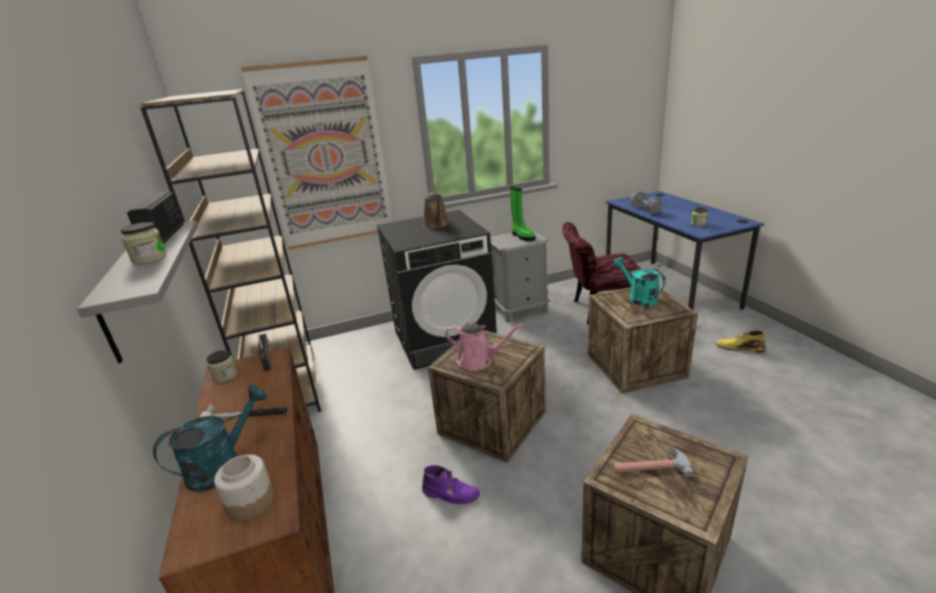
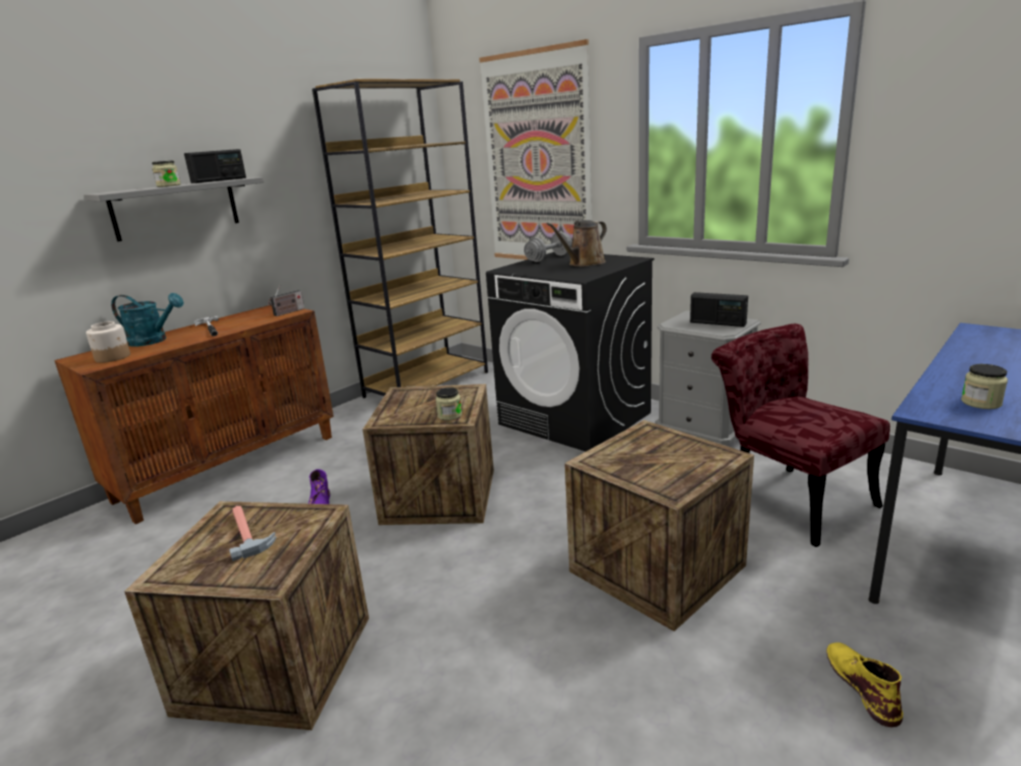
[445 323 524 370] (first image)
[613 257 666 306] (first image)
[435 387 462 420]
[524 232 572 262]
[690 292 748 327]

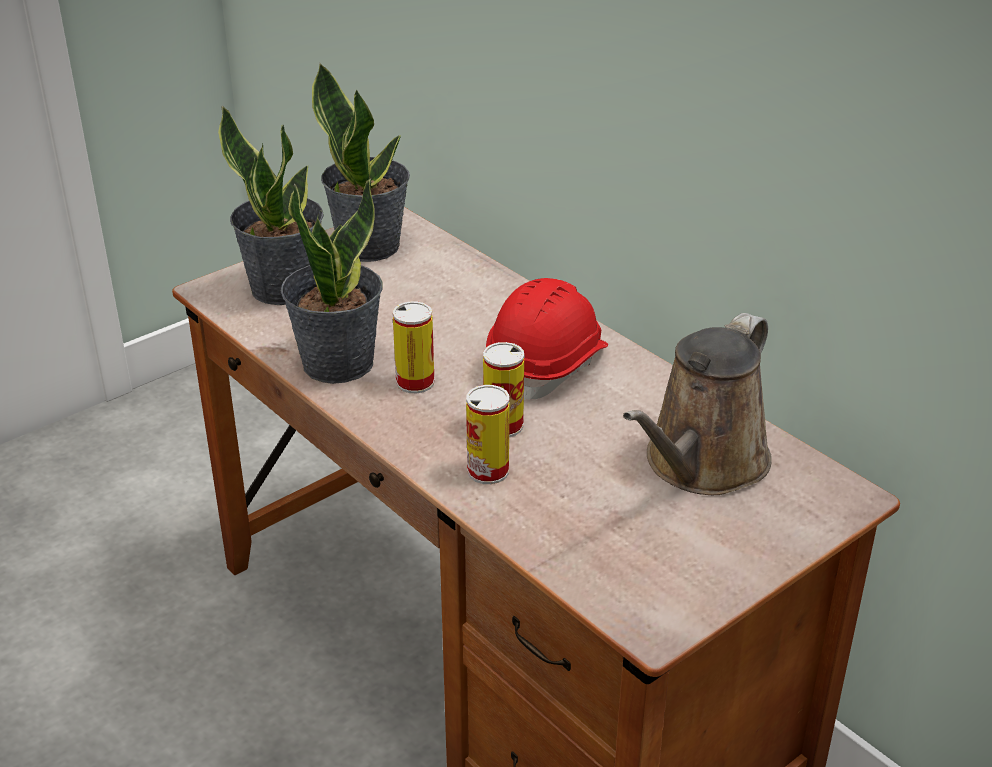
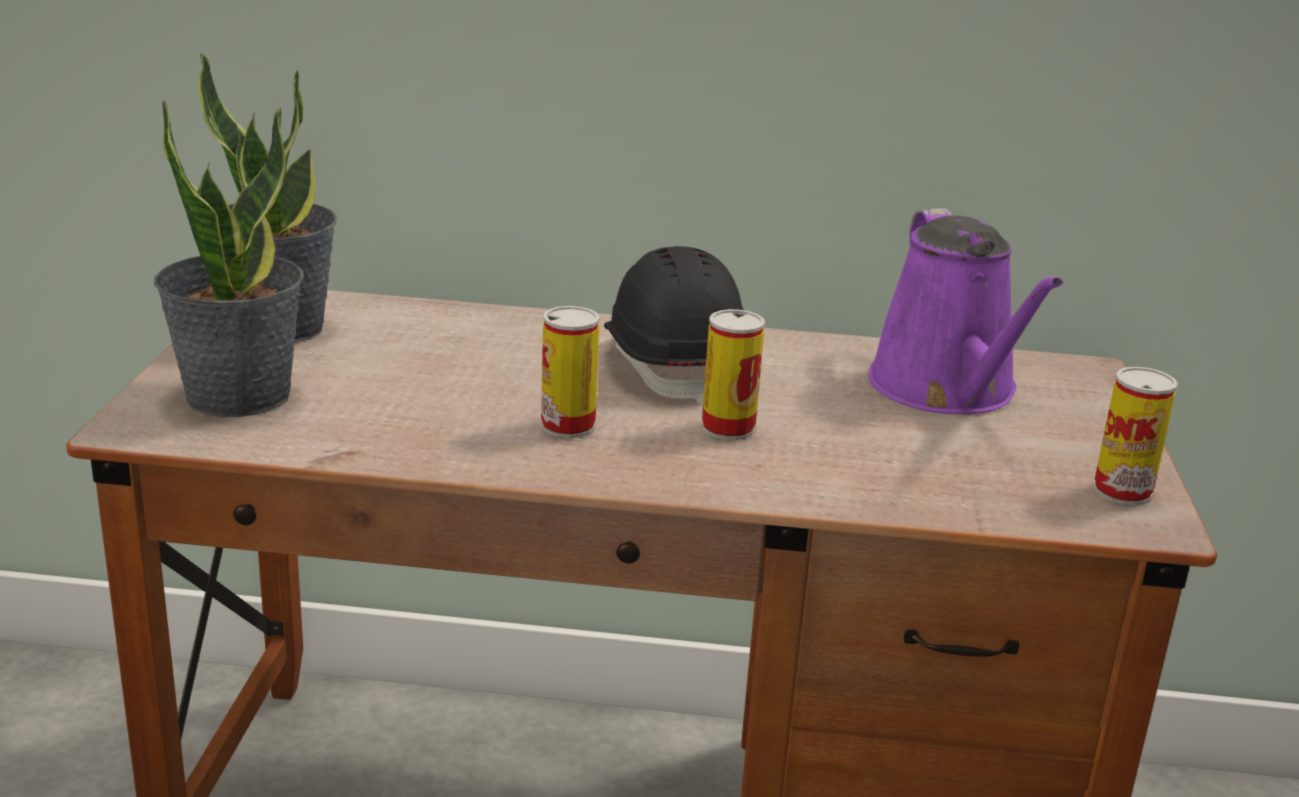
[281 179 382 384] (first image)
[1093 367 1178 506]
[604 246 744 406]
[868 208 1064 414]

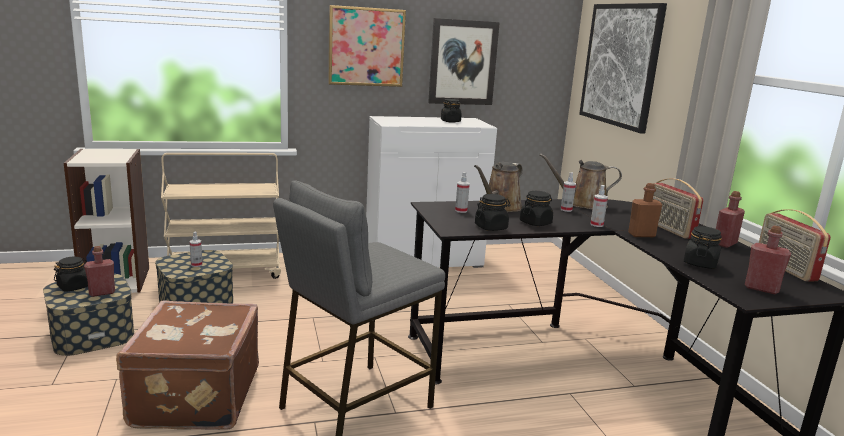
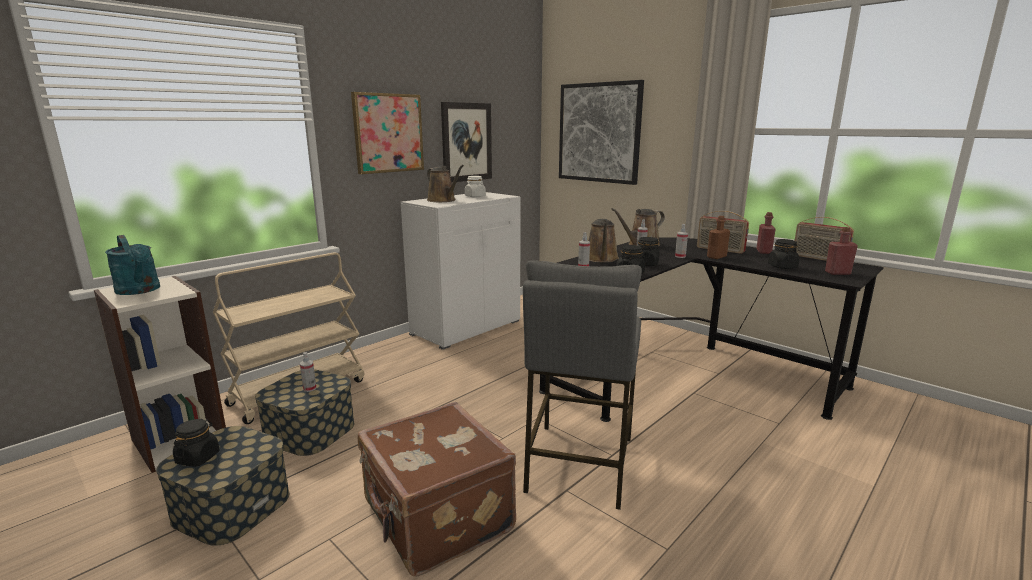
[84 246 115 297] (first image)
[105 235 160 295]
[427 165 464 202]
[465 176 486 197]

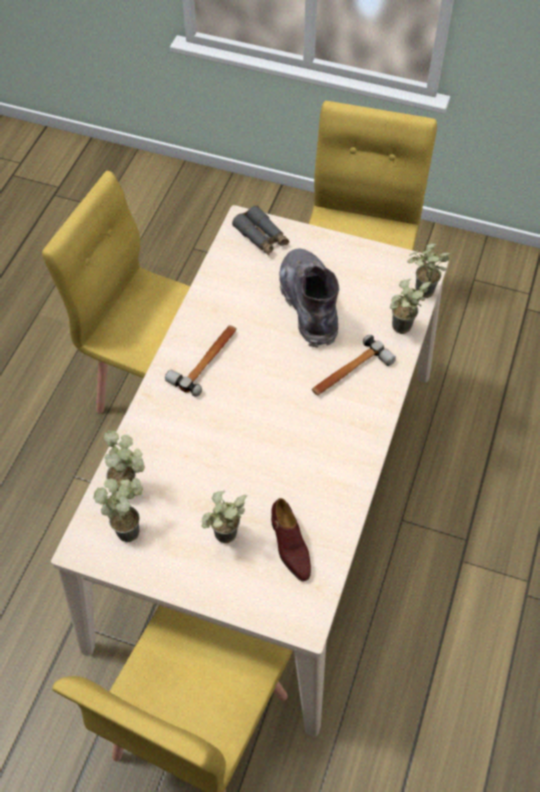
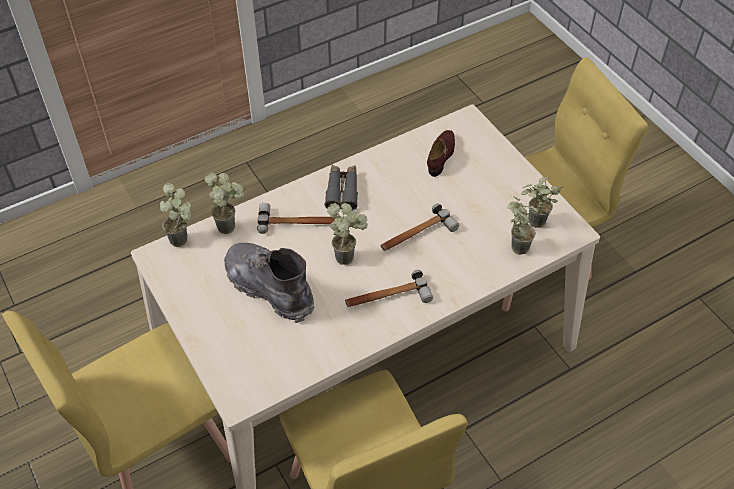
[380 204 459 251]
[327 203 368 265]
[325 165 358 211]
[224 243 314 323]

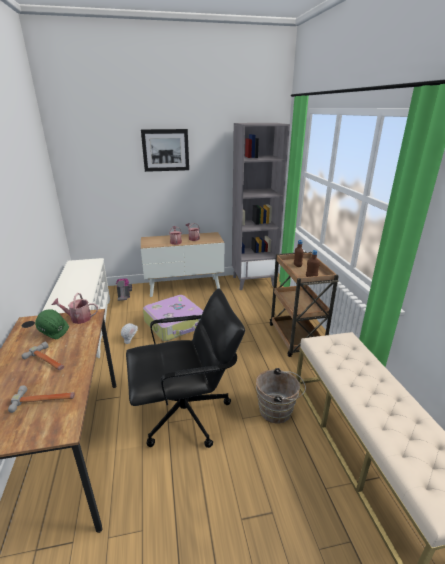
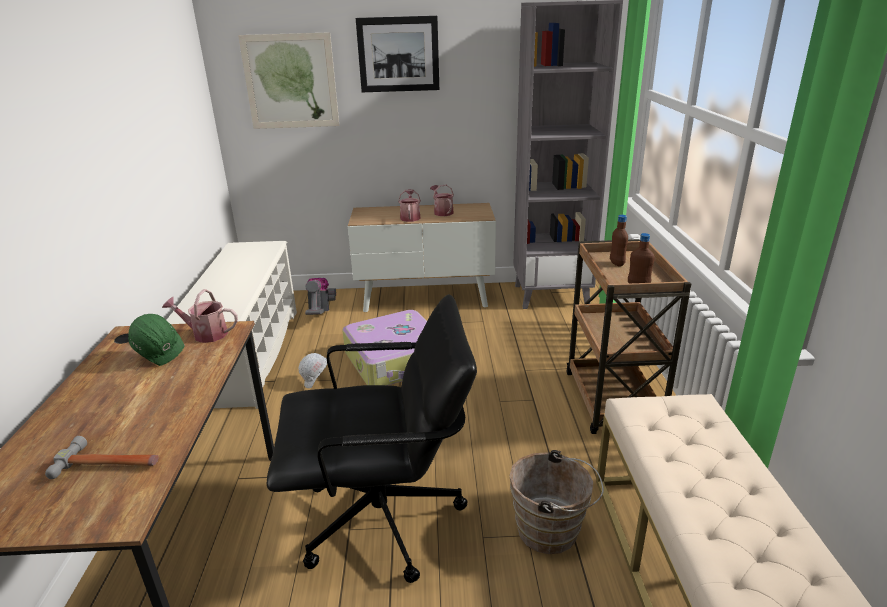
[22 342 65 370] (first image)
[238 32 339 129]

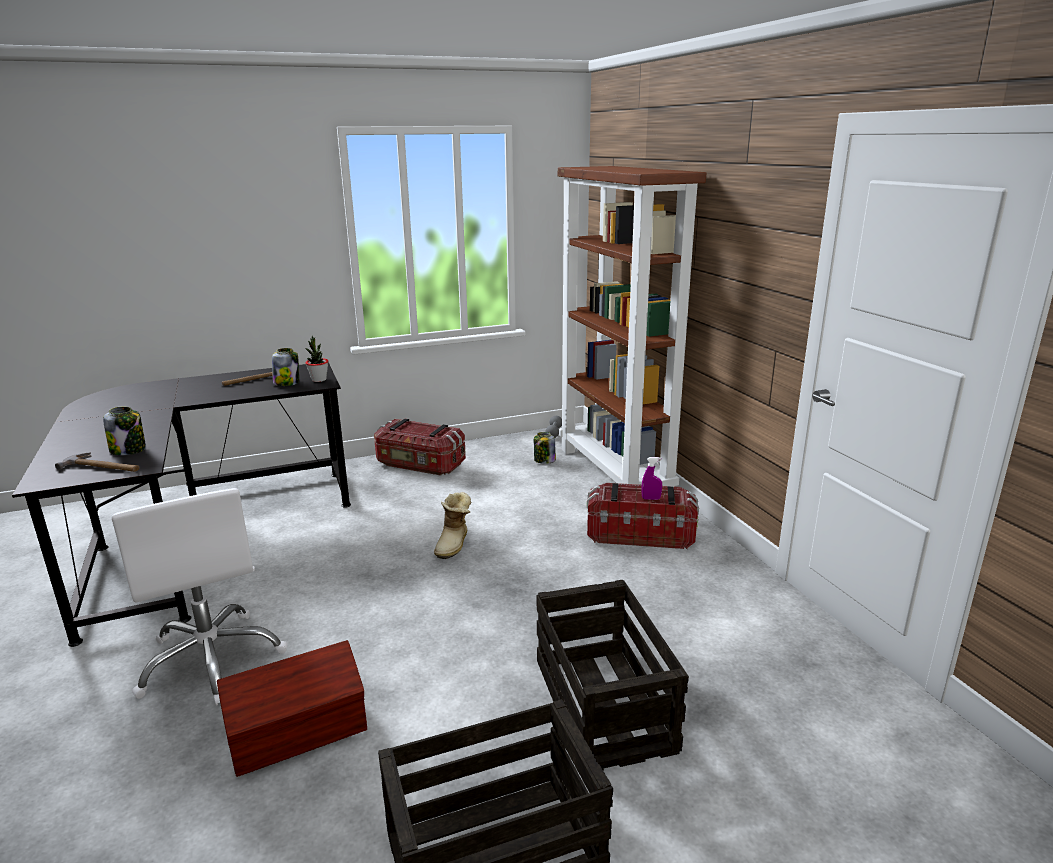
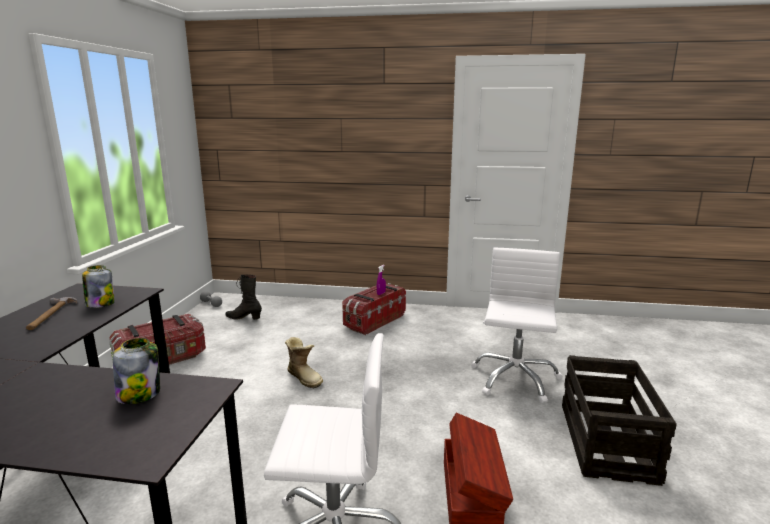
[55 452 140 472] (first image)
[305 336 328 382] (first image)
[558 166 706 487] (first image)
[225 275 262 320]
[471 248 563 403]

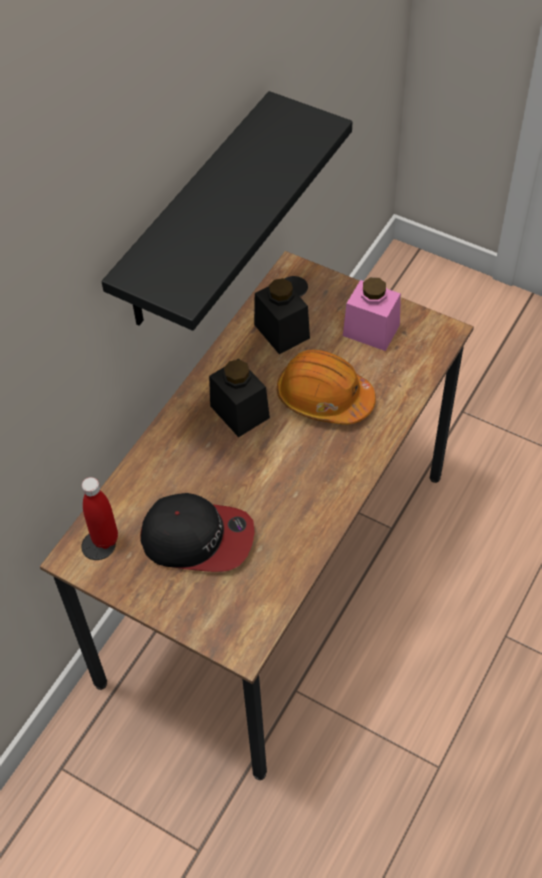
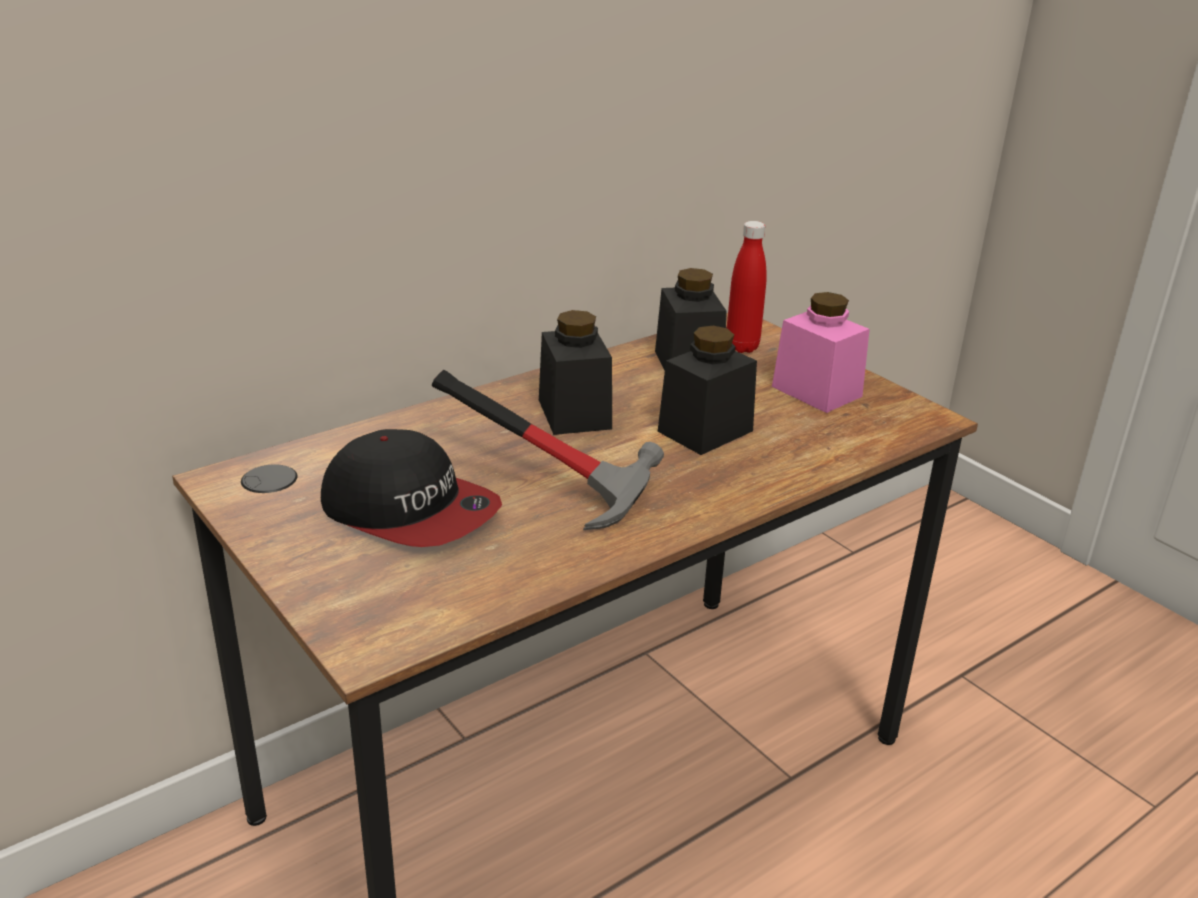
[101 91 352 331] (first image)
[432 370 664 530]
[727 221 767 353]
[658 326 757 455]

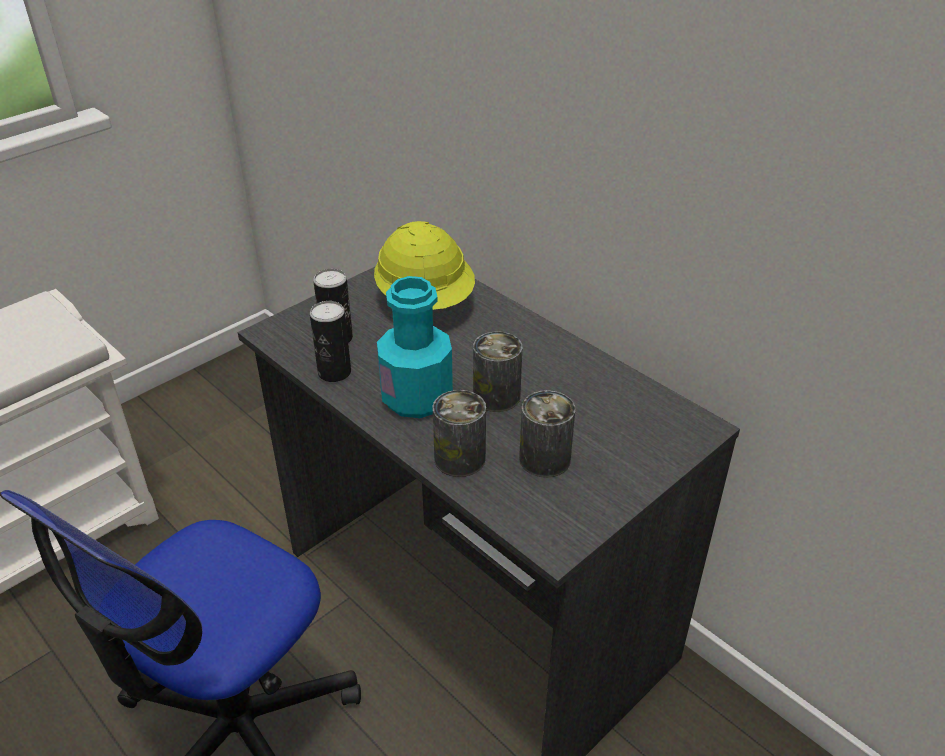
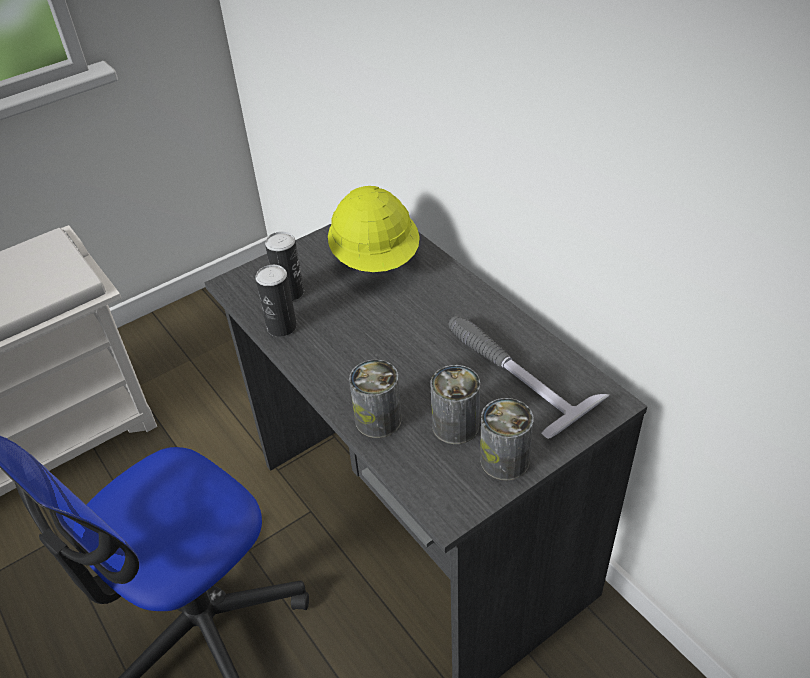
[377 276 453 418] (first image)
[449 316 610 439]
[480 398 533 480]

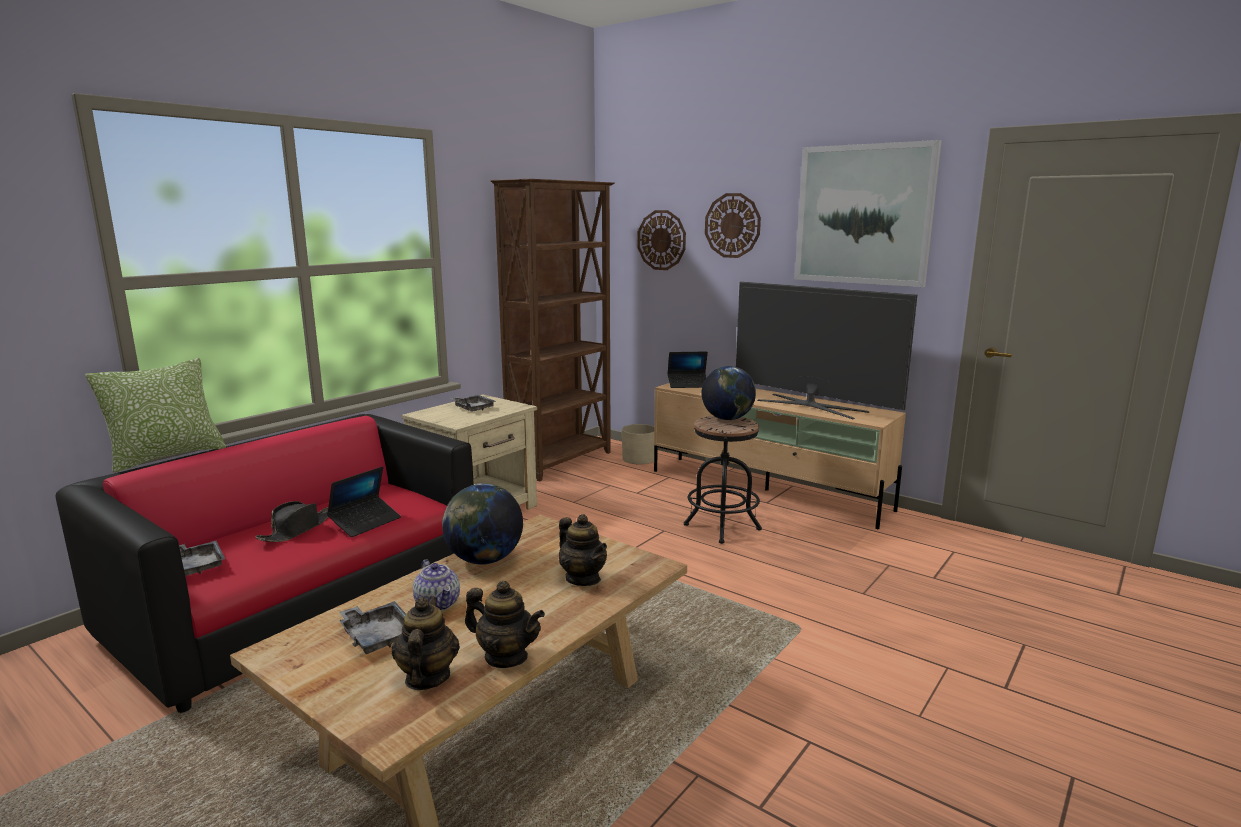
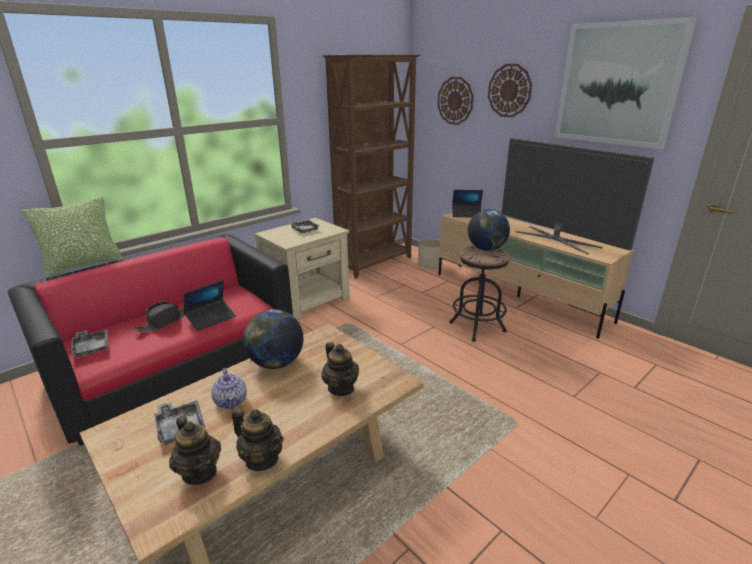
[169 416 221 485]

